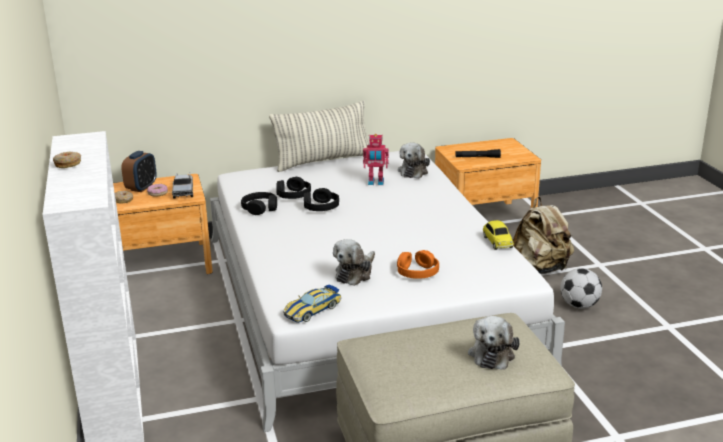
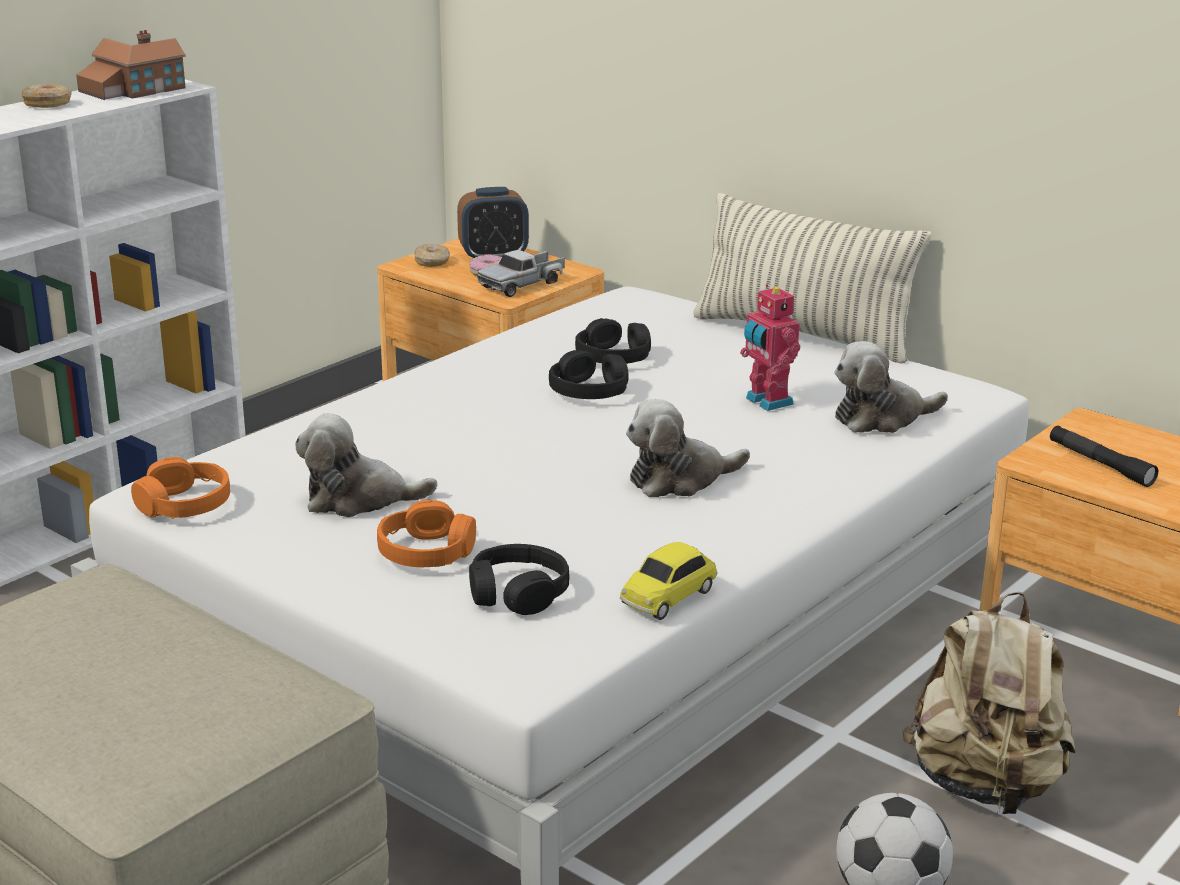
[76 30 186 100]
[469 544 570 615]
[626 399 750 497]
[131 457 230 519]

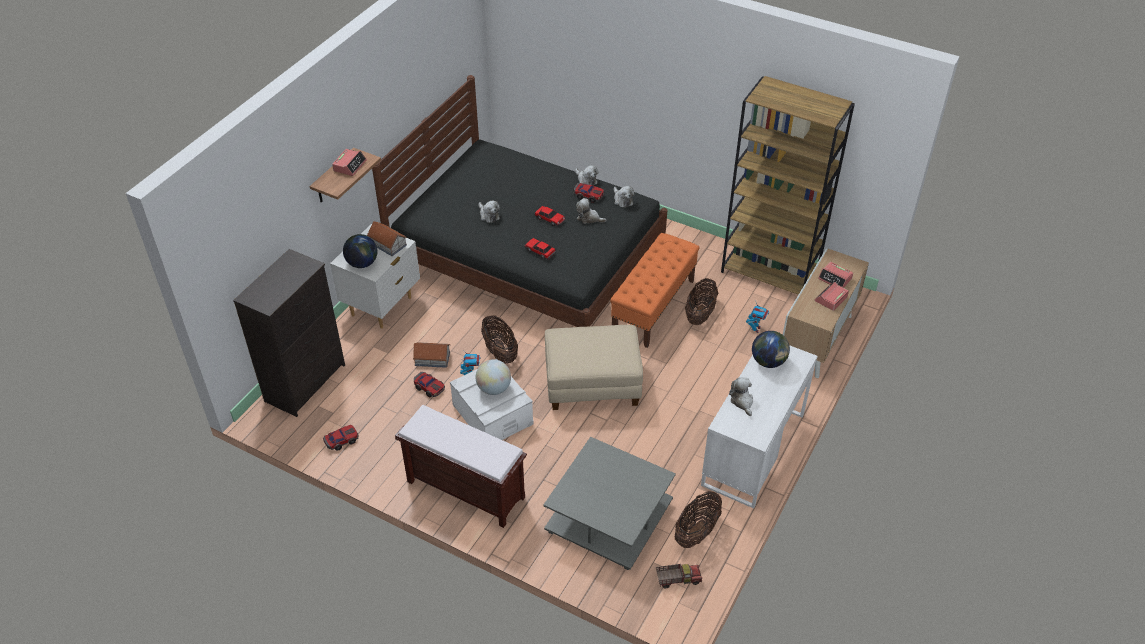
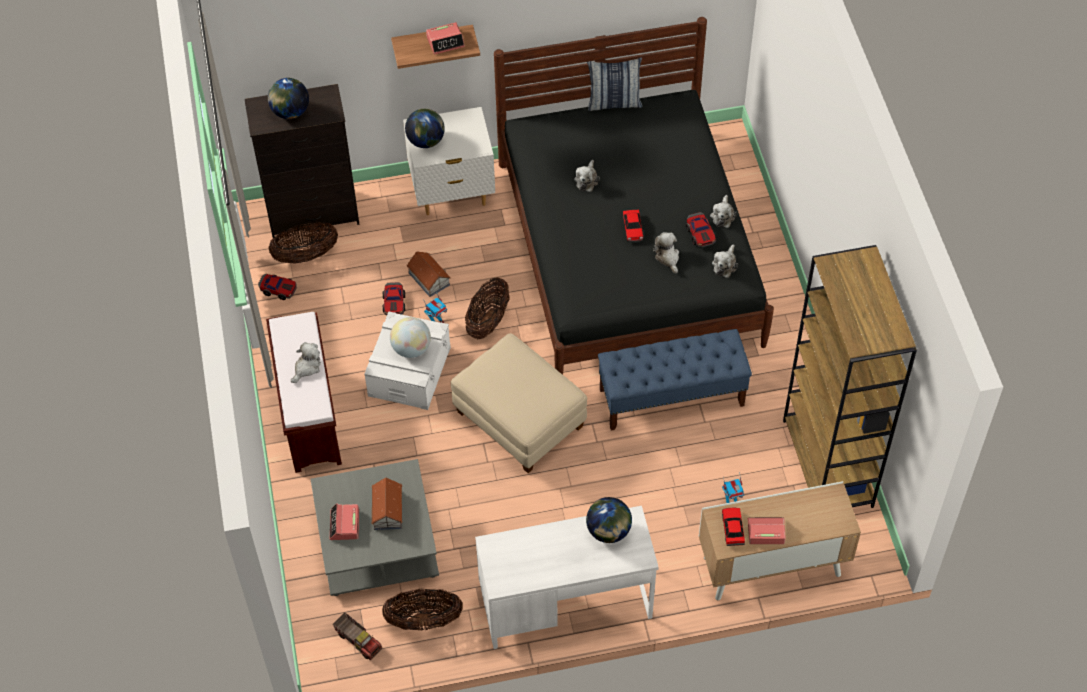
[268 78 309 119]
[587 58 642 111]
[371 478 403 530]
[722 508 745 546]
[268 222 338 264]
[291 342 321 383]
[330 504 359 540]
[598 329 752 431]

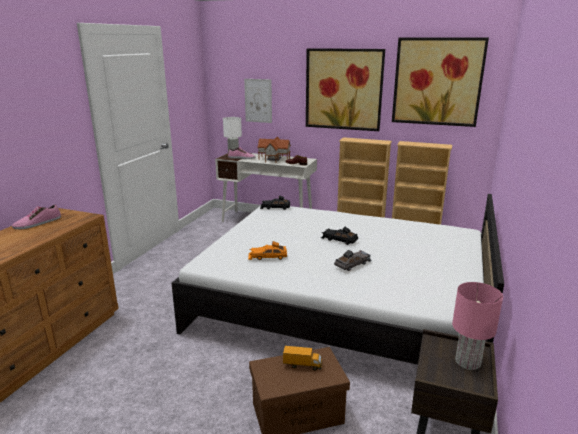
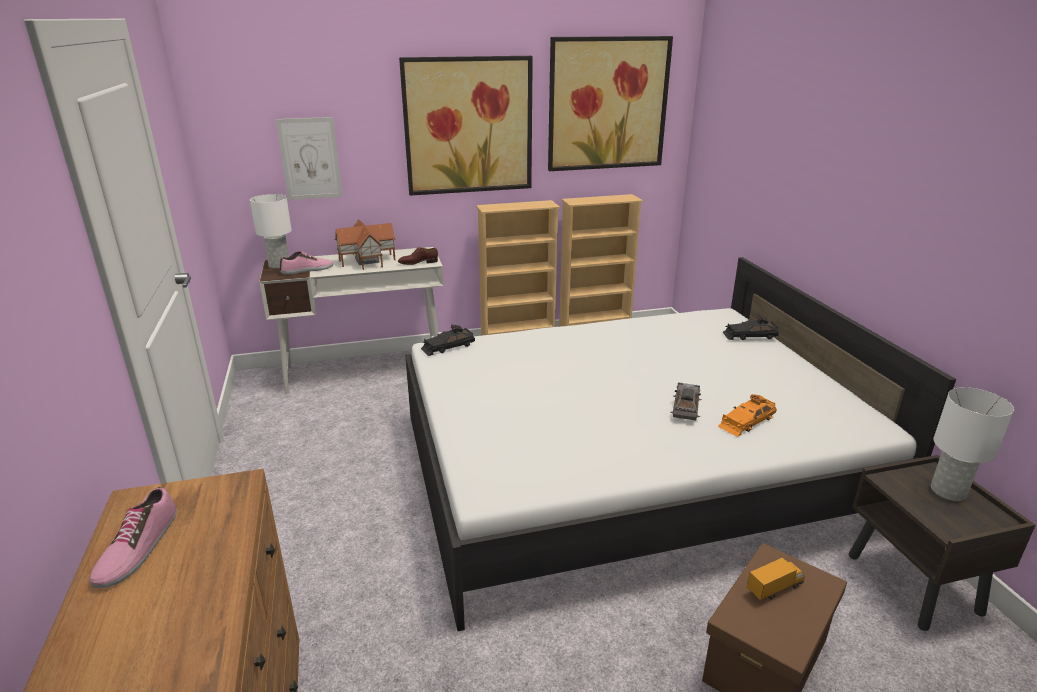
[718 394 777 437]
[723 315 779 340]
[931 387 1014 501]

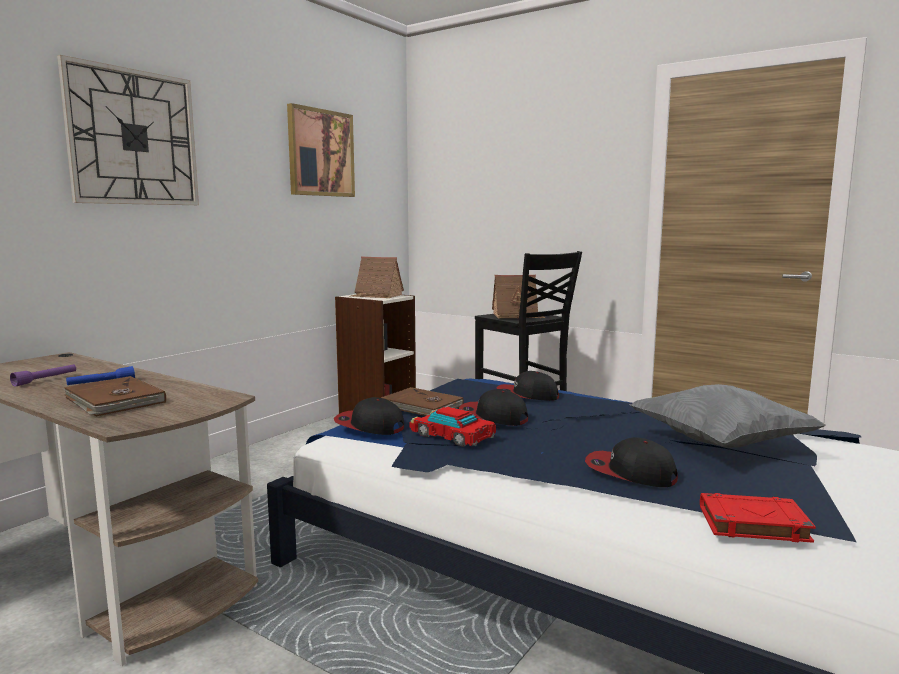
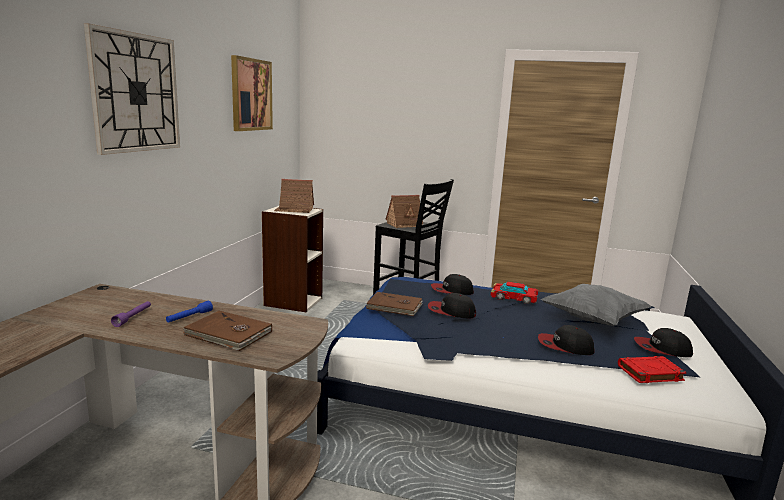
[634 328 693 357]
[491 282 538 304]

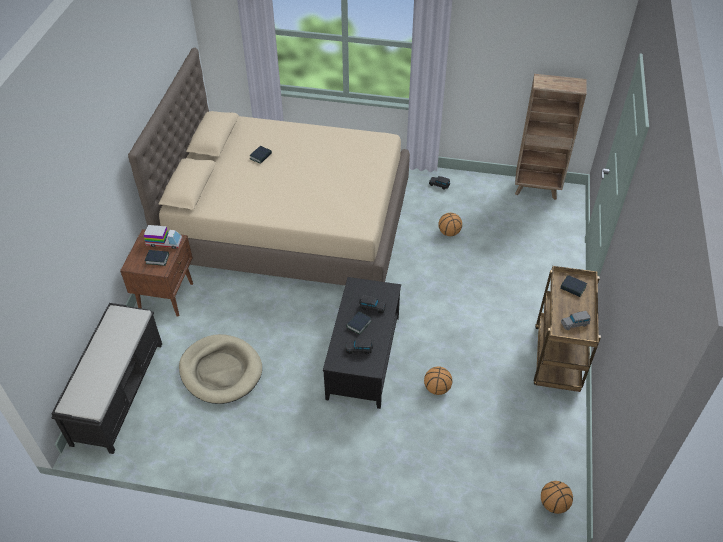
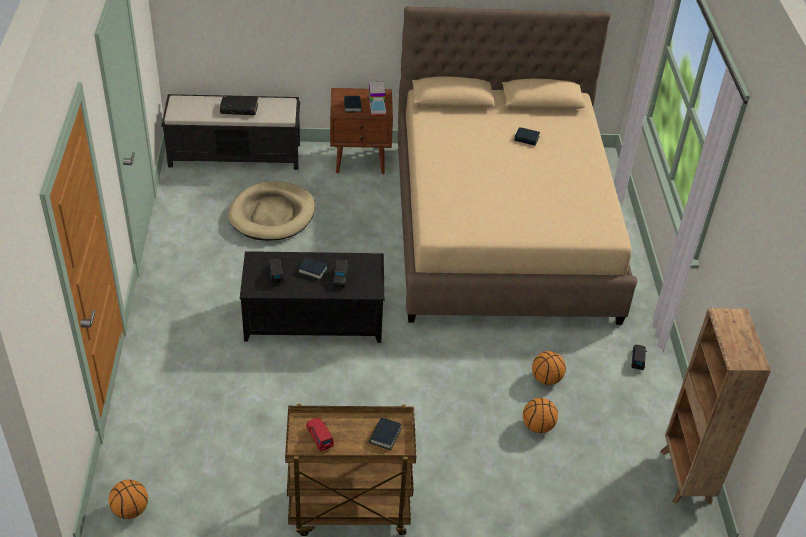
[220 95 258 115]
[523 398 558 433]
[306 418 334 451]

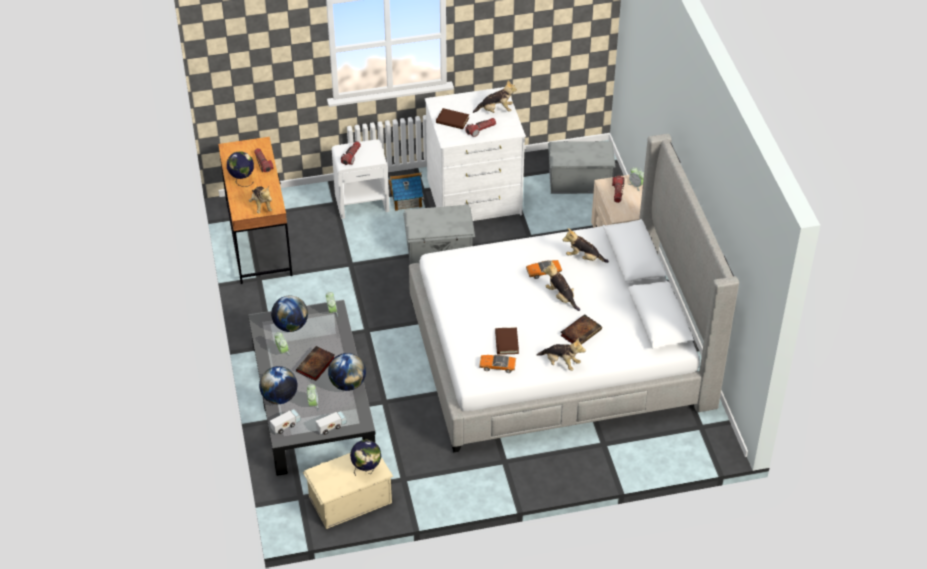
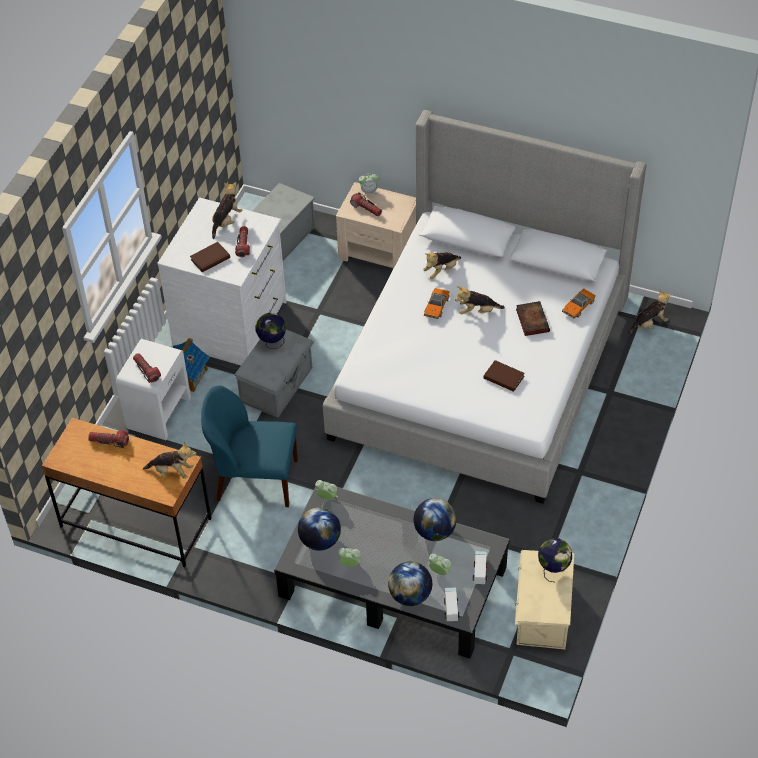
[296 346 335 381] (first image)
[201 386 298 507]
[256 312 286 349]
[562 288 596 318]
[628 290 671 335]

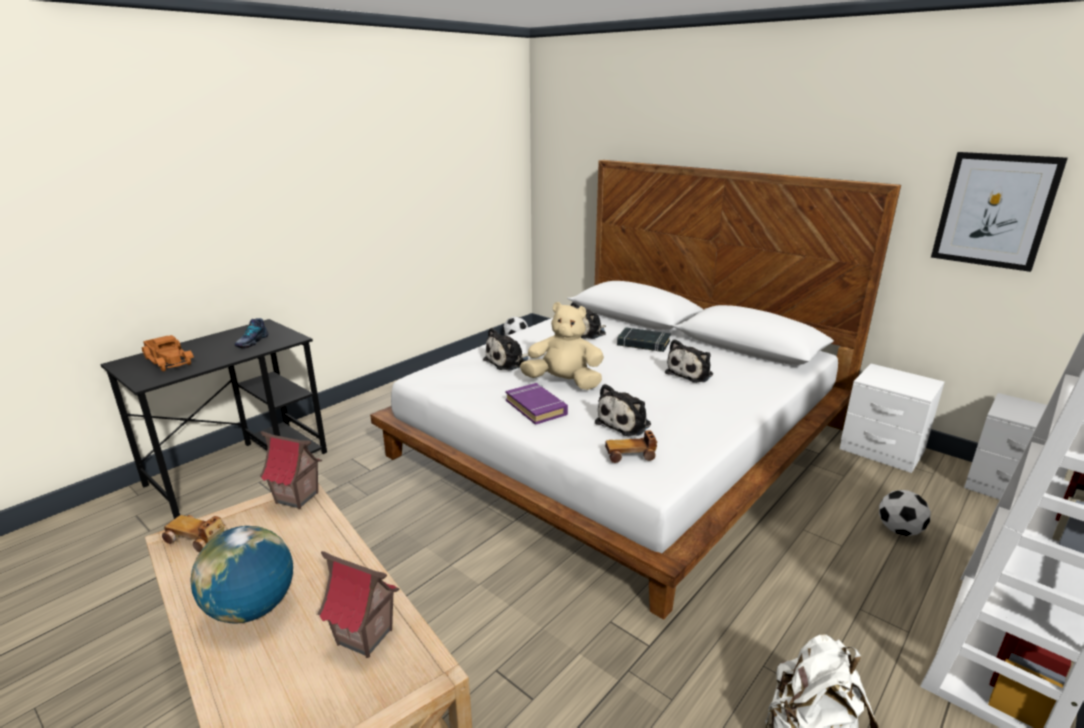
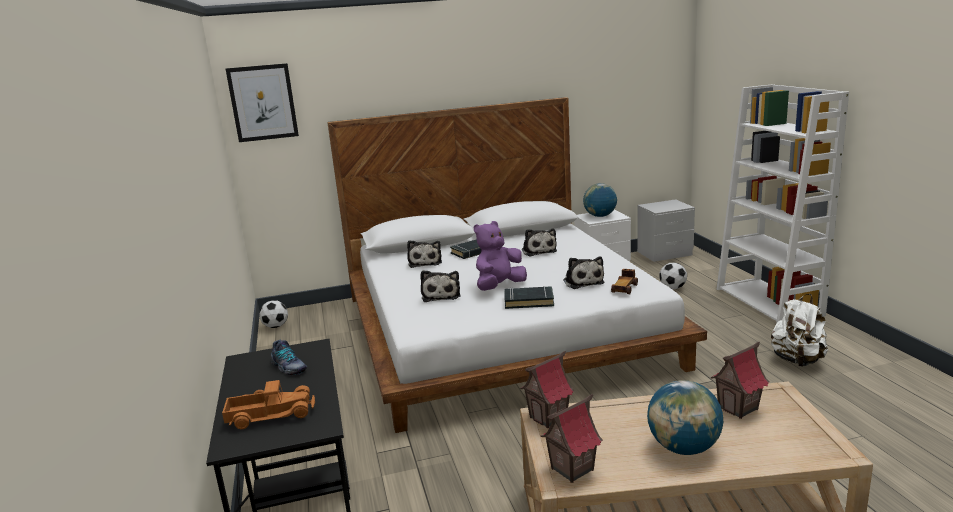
[583 183 617 217]
[226 63 299 142]
[541 394 603 483]
[504 286 554 309]
[474 221 527 291]

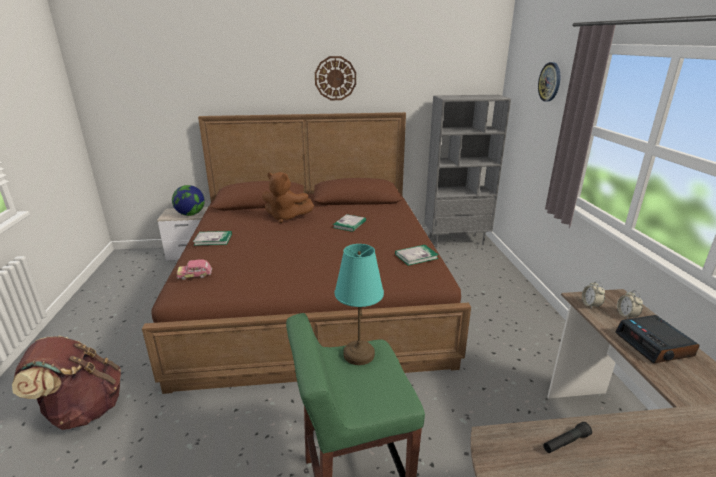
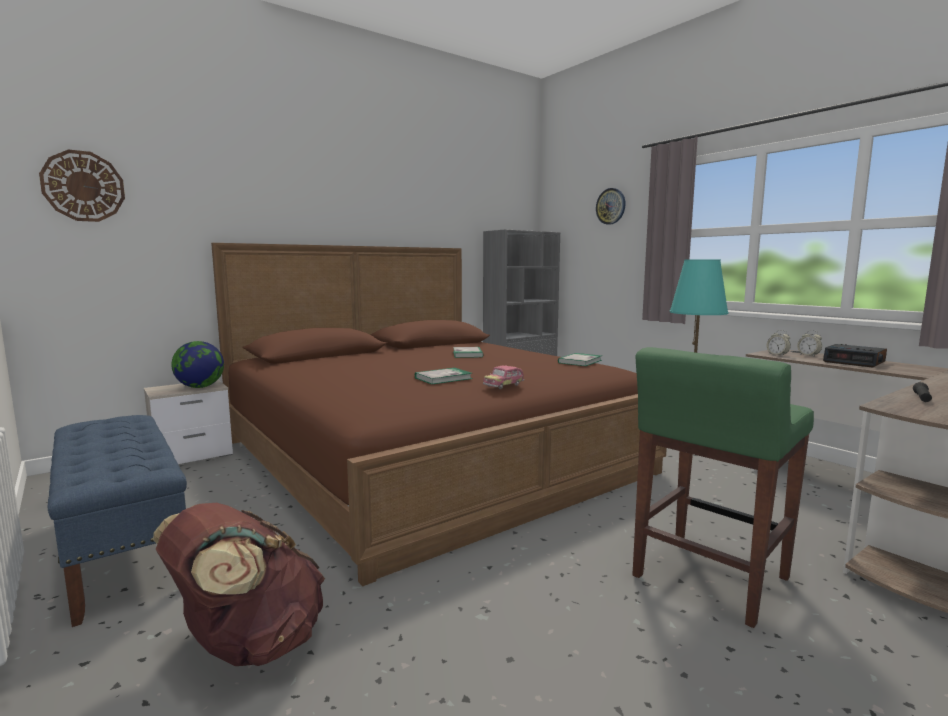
[262 172 314 223] (first image)
[48 415 187 627]
[483 365 524 389]
[415 368 473 384]
[39 150 125 222]

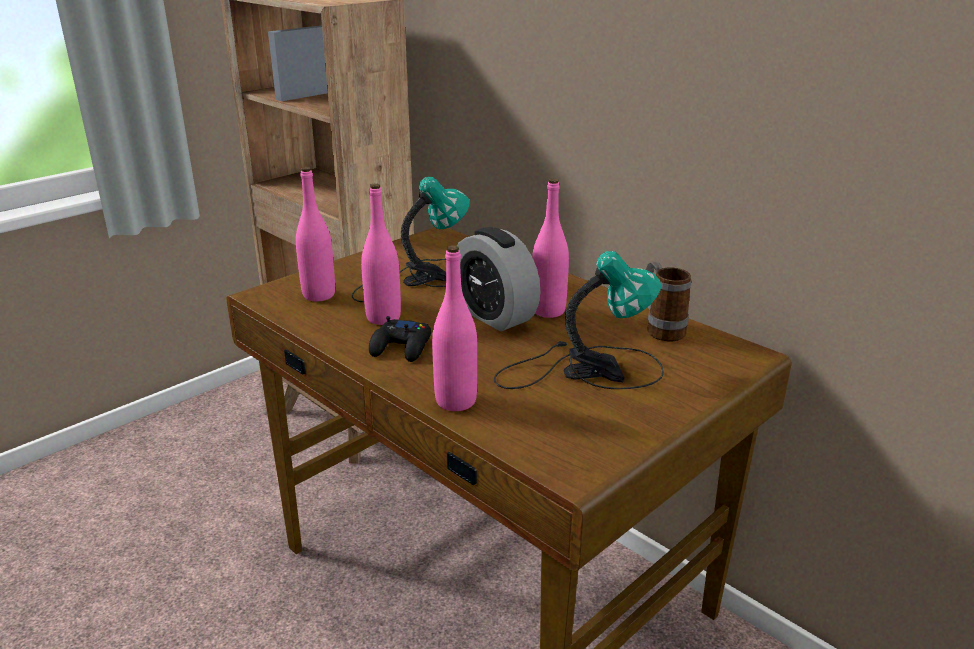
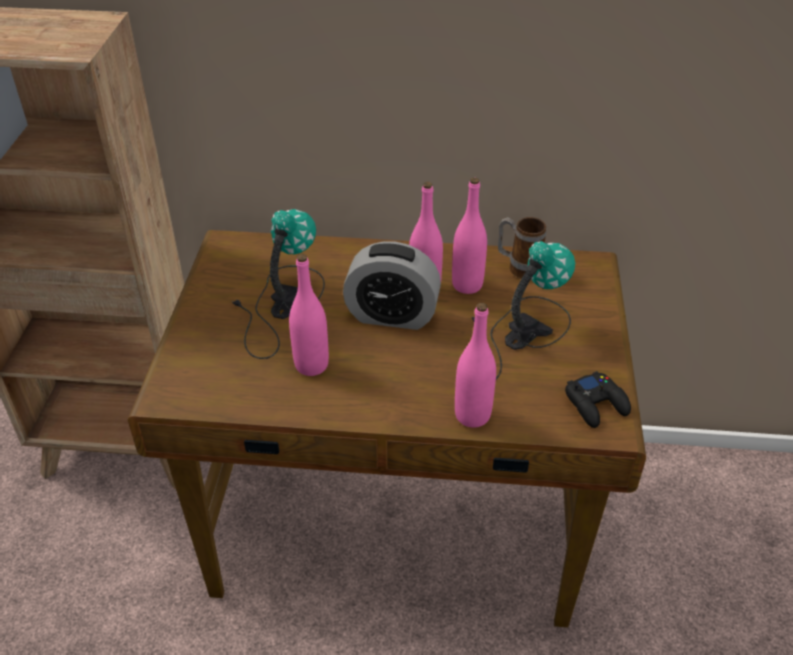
[452 177 487 294]
[565 371 631 428]

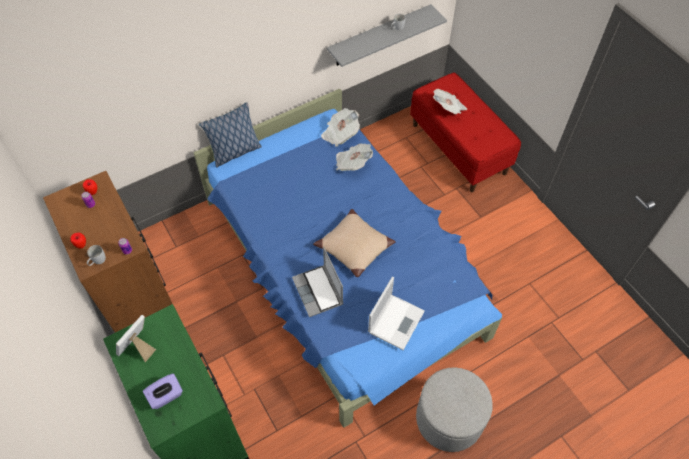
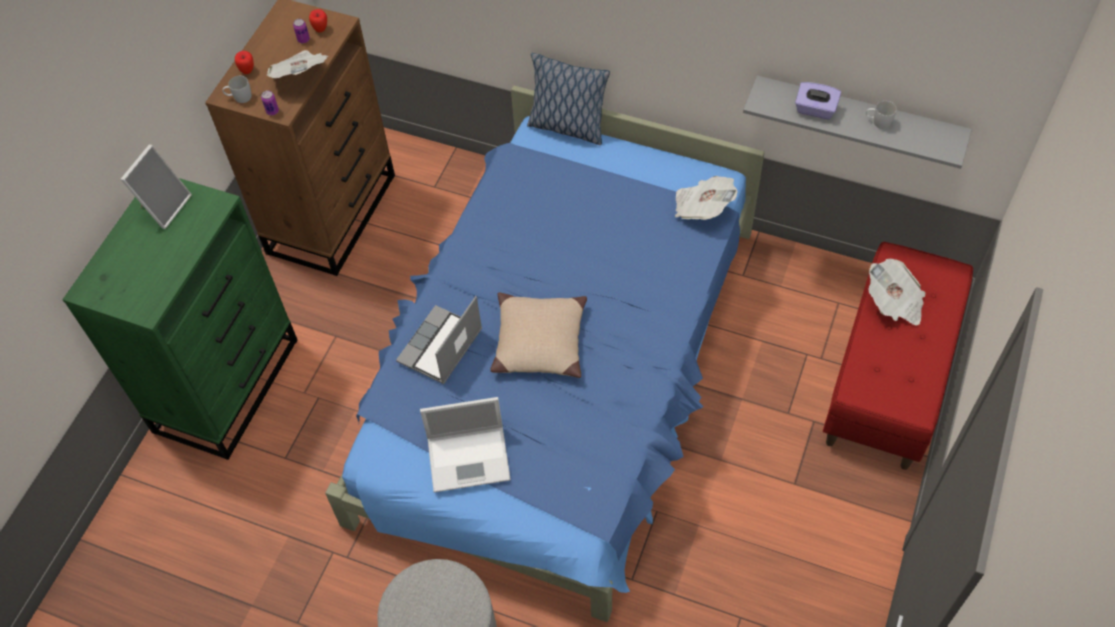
[795 82 841 120]
[267 50 328 78]
[120 144 192 229]

